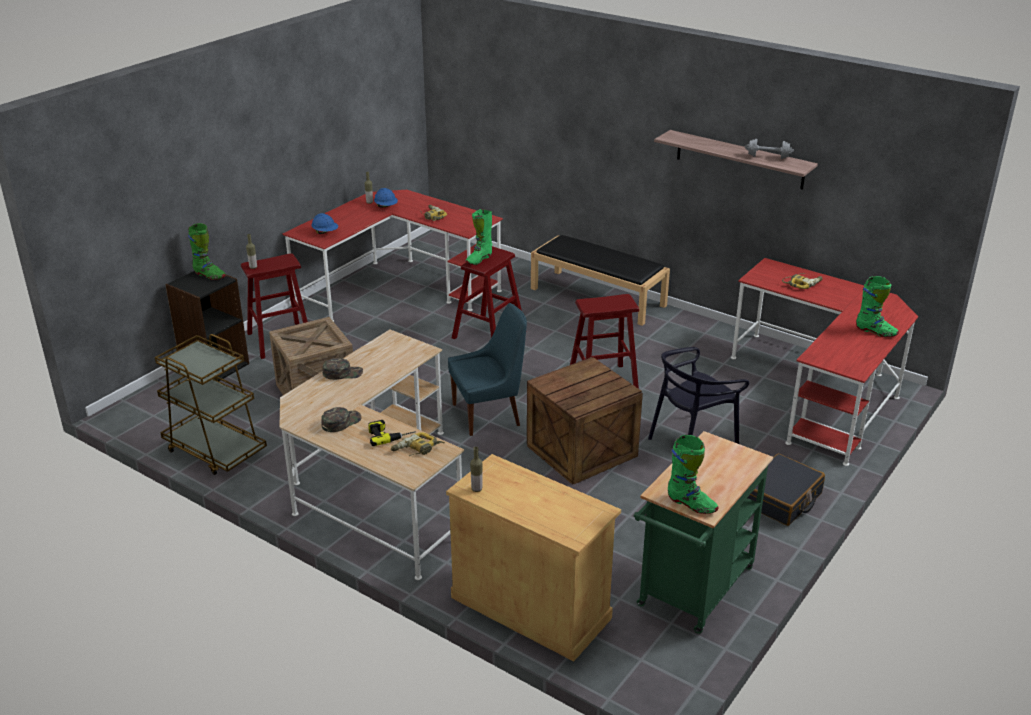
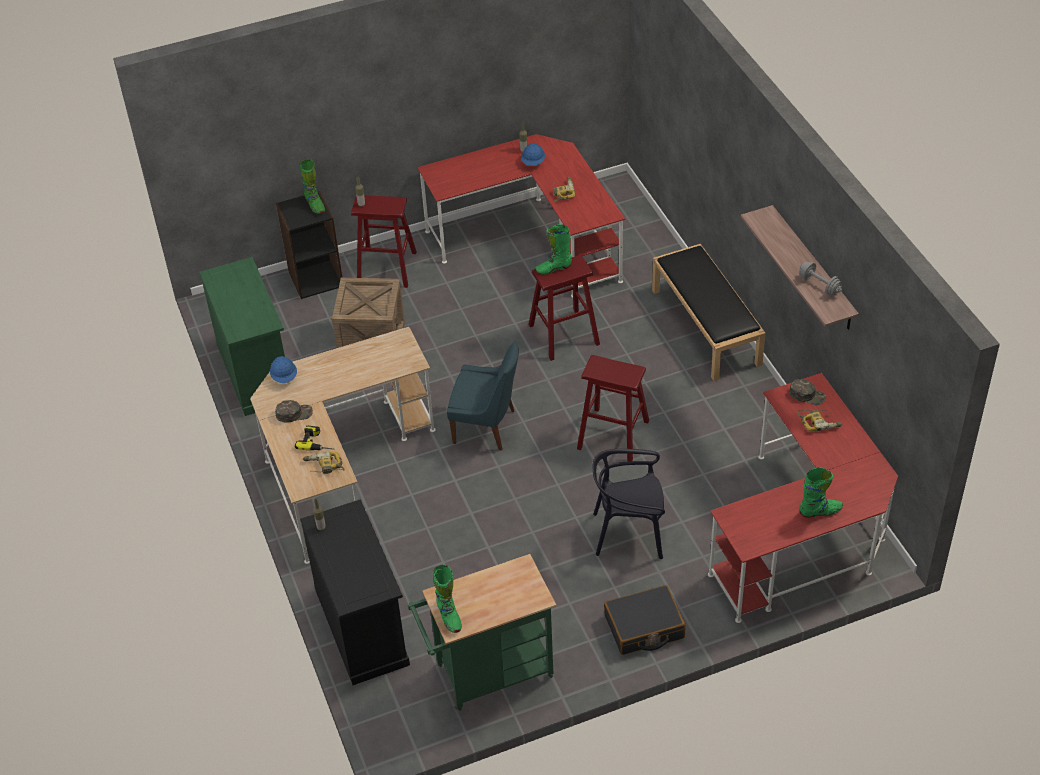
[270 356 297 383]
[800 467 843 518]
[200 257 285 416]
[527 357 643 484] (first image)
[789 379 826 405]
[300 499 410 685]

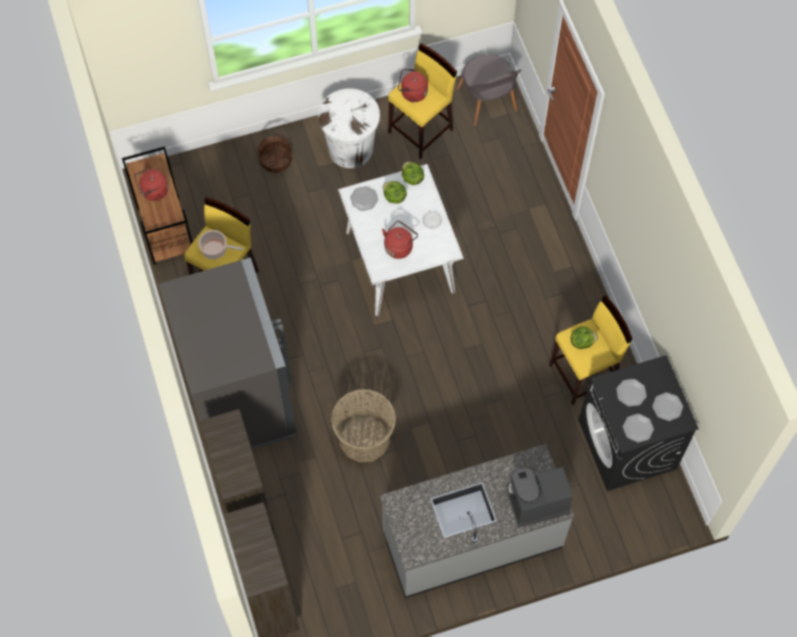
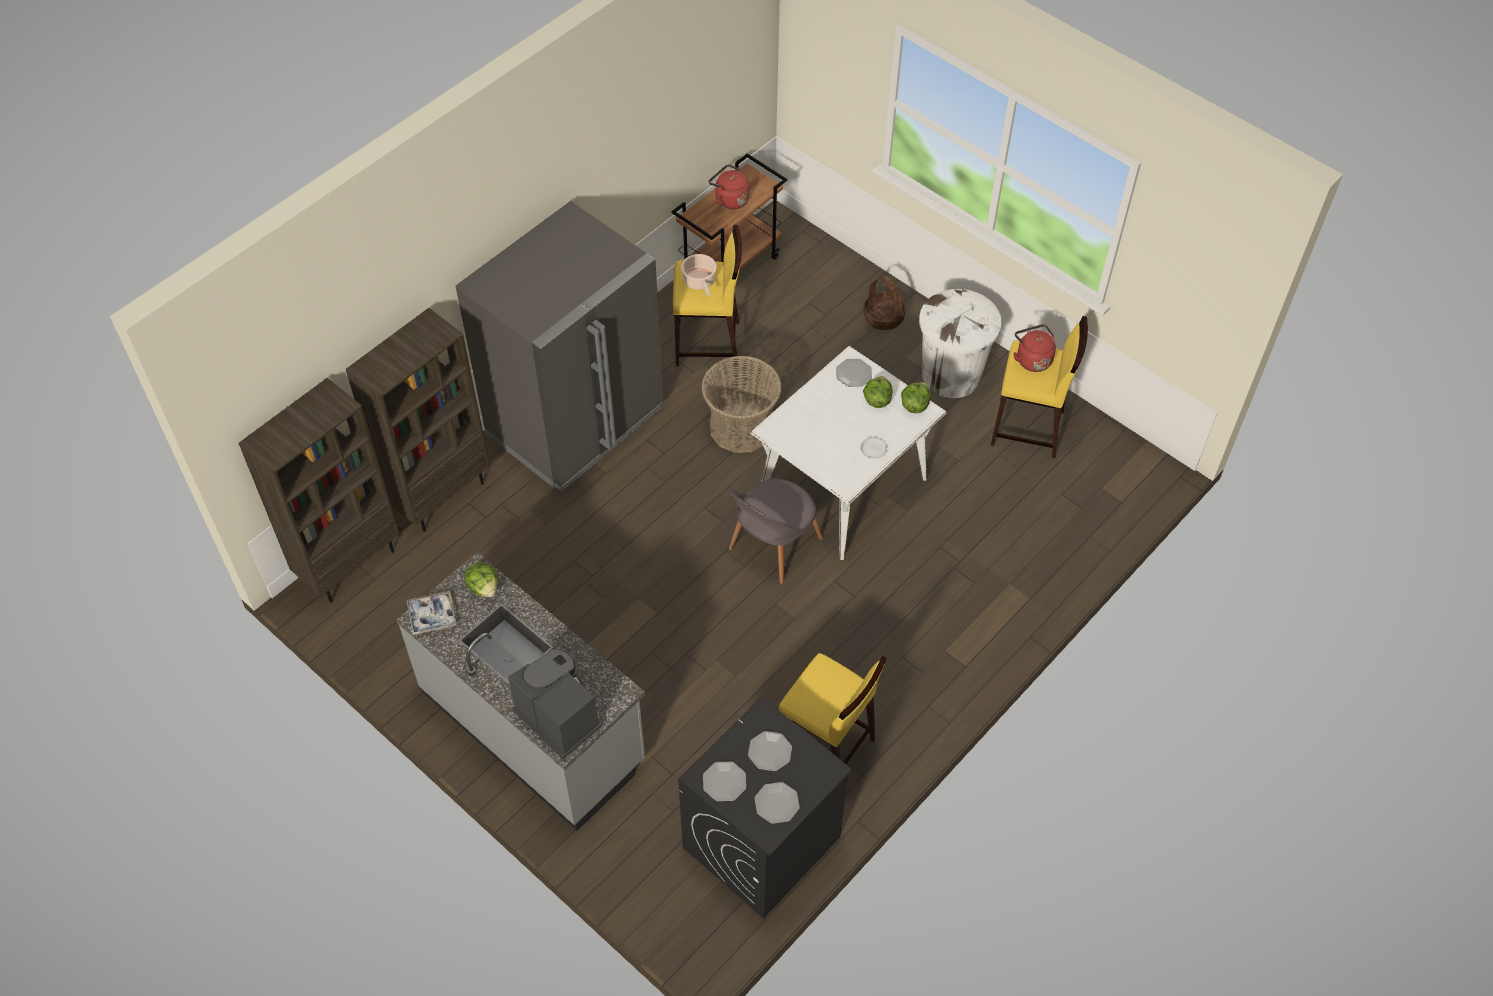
[729 479 823 584]
[382 221 418 259] (first image)
[465 562 498 597]
[701 356 782 453]
[407 591 456 635]

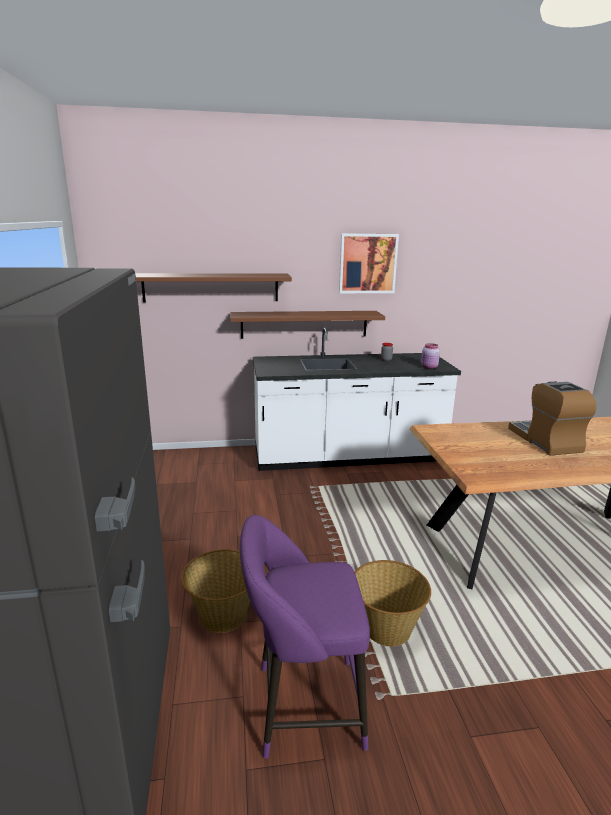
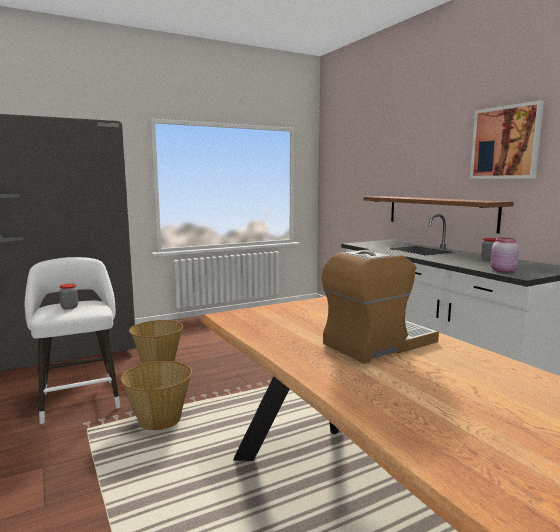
[135 273 292 302] (first image)
[25 257 120 425]
[59 284 78 309]

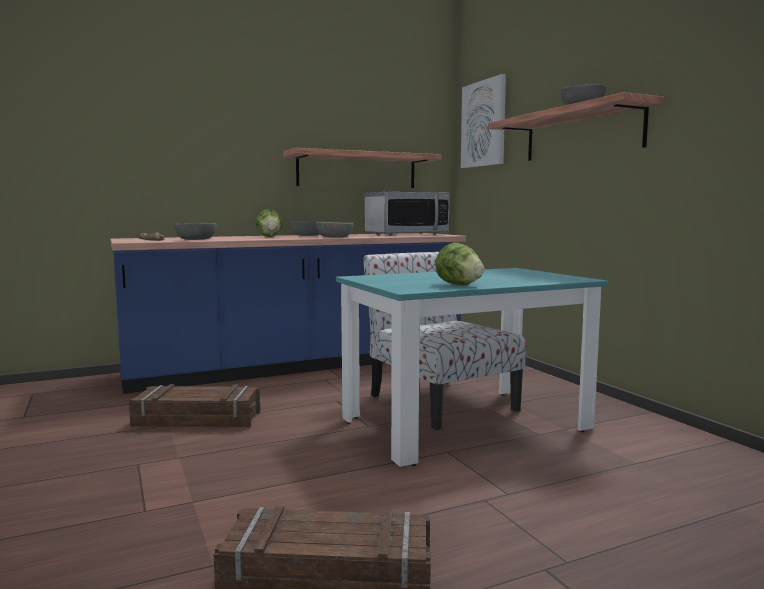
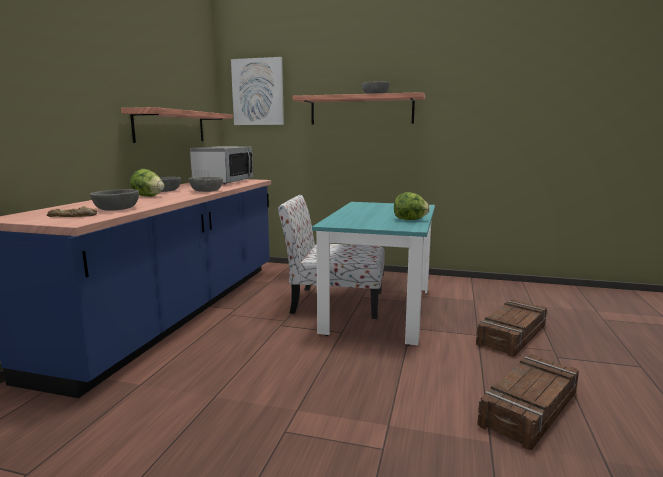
[476 300 547 357]

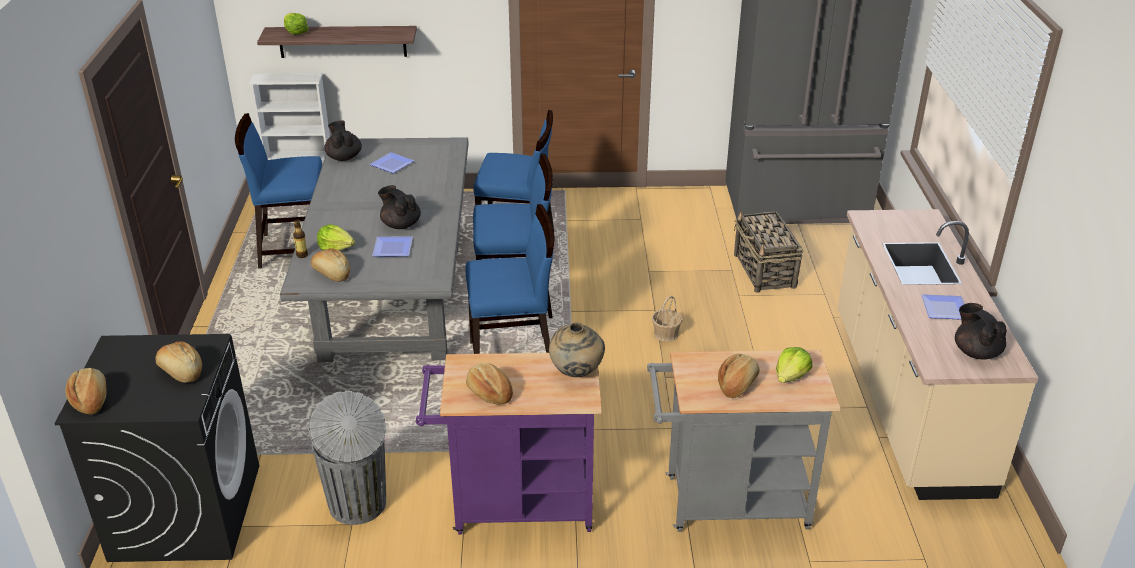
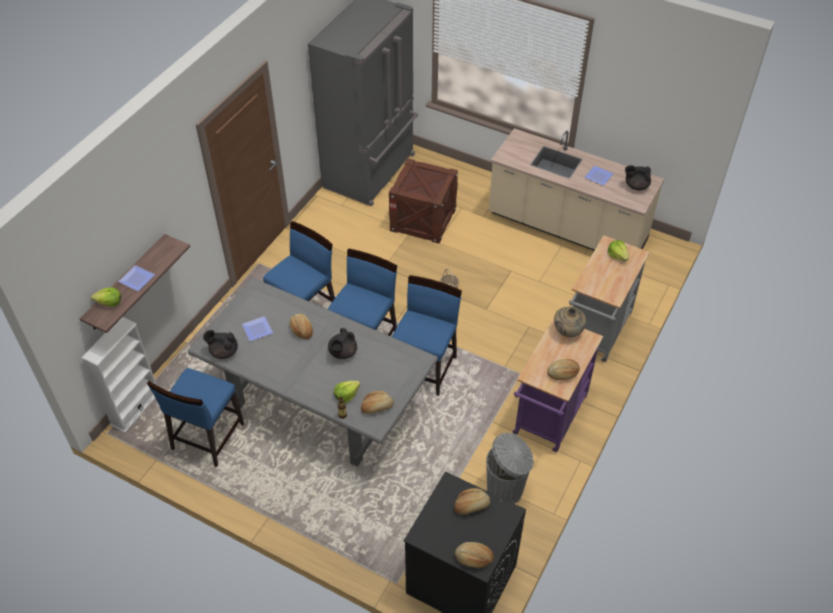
[328 328 357 359]
[389 158 458 244]
[118 265 155 291]
[289 314 313 339]

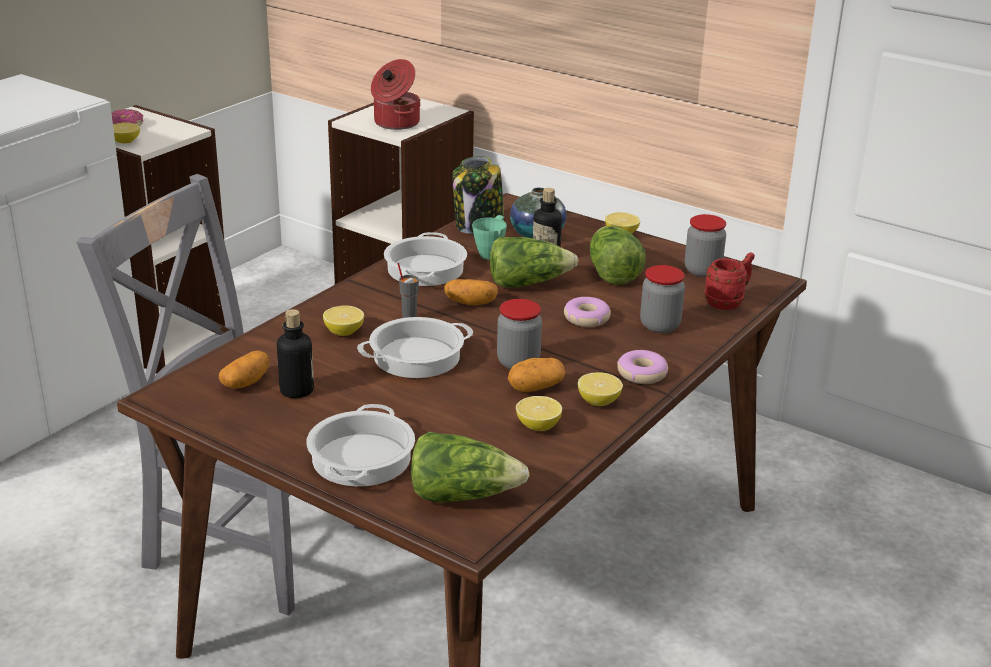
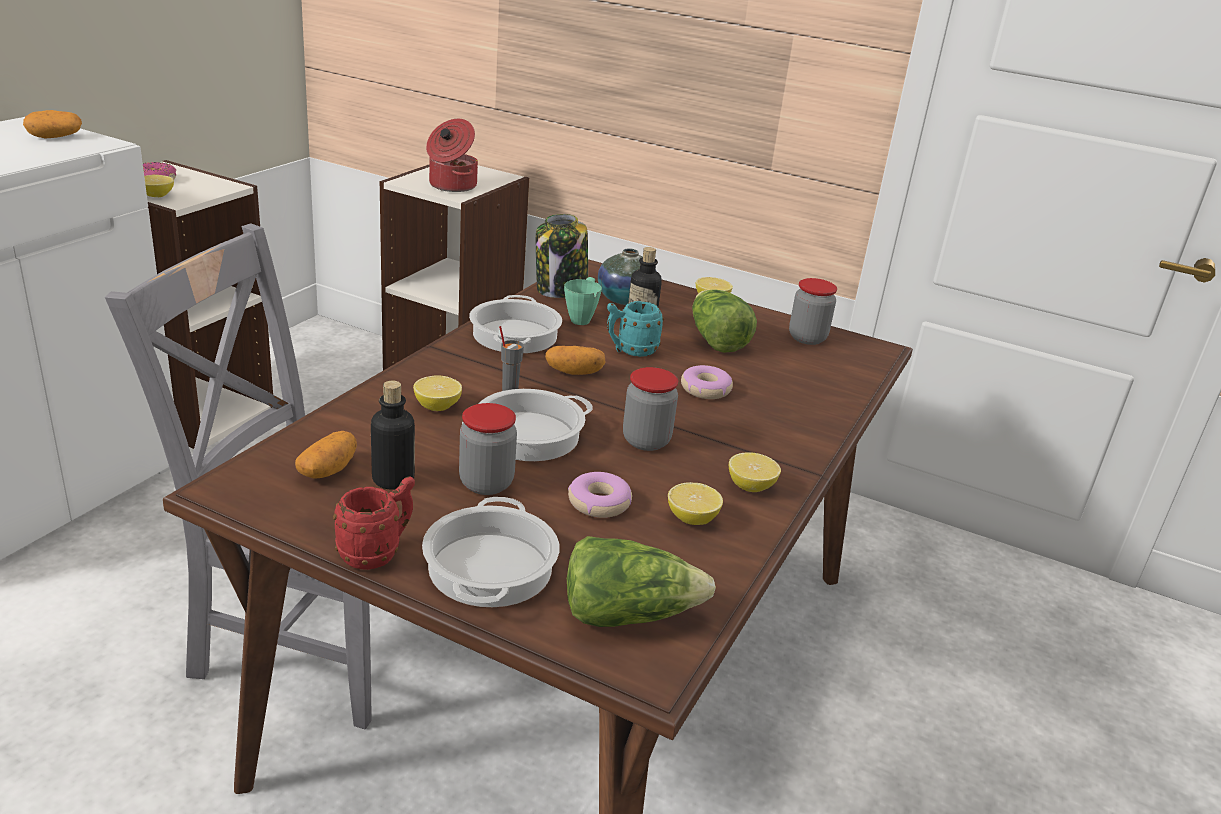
[607 301 664 357]
[333 476 415 570]
[459 403 517 495]
[568 472 632 518]
[23 110 82 139]

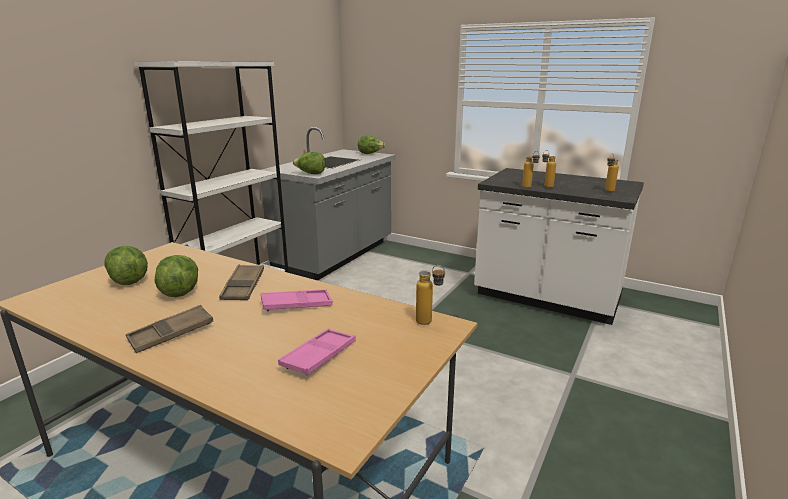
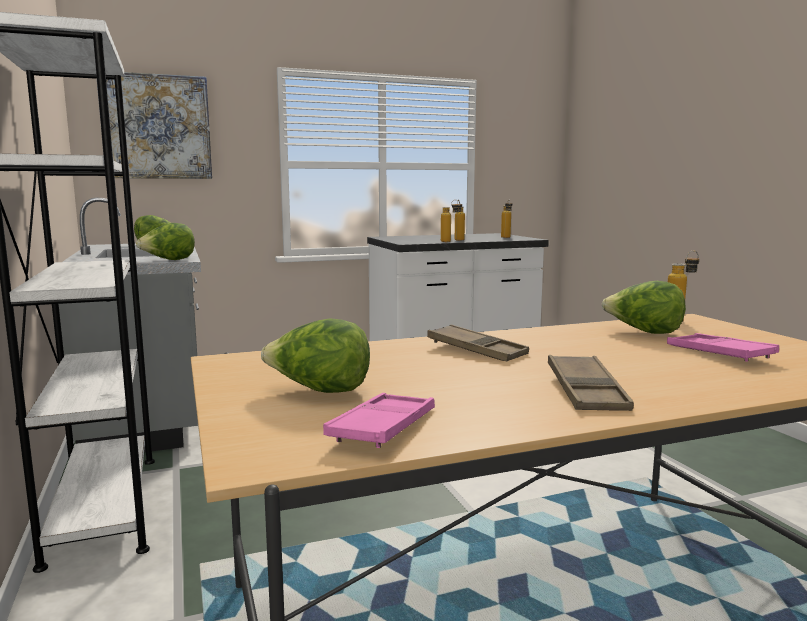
[602 281 686 334]
[323 393 435 448]
[97 72 212 179]

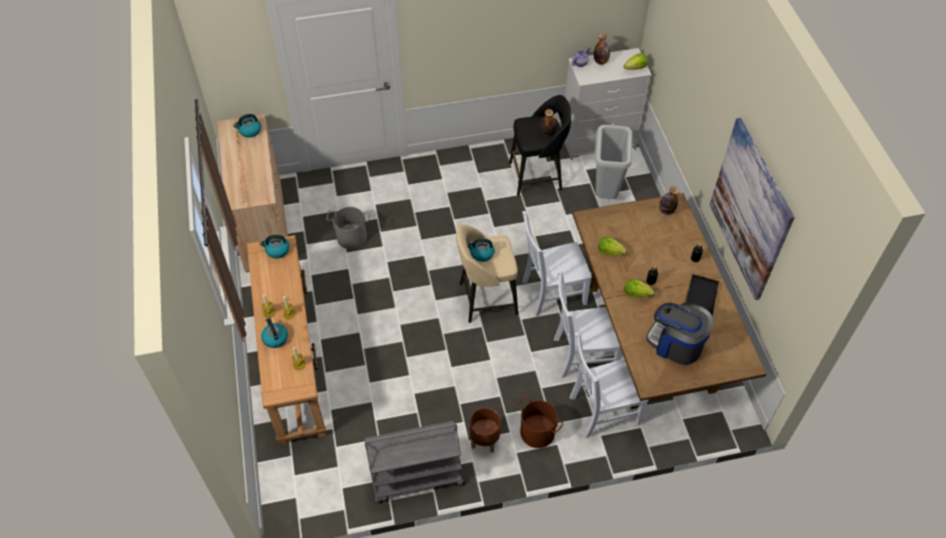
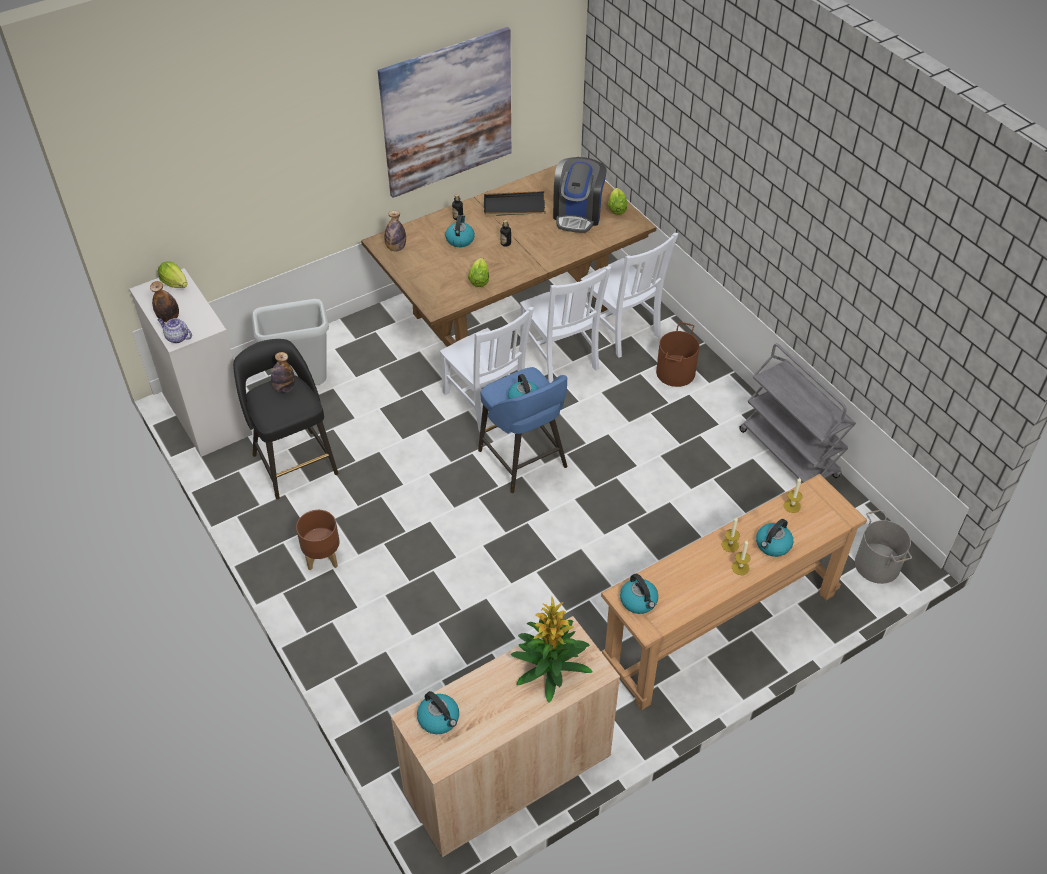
[855 510 912 584]
[478 367 567 493]
[608 188 627 215]
[296 510 340 570]
[445 215 475 247]
[510 597 592 702]

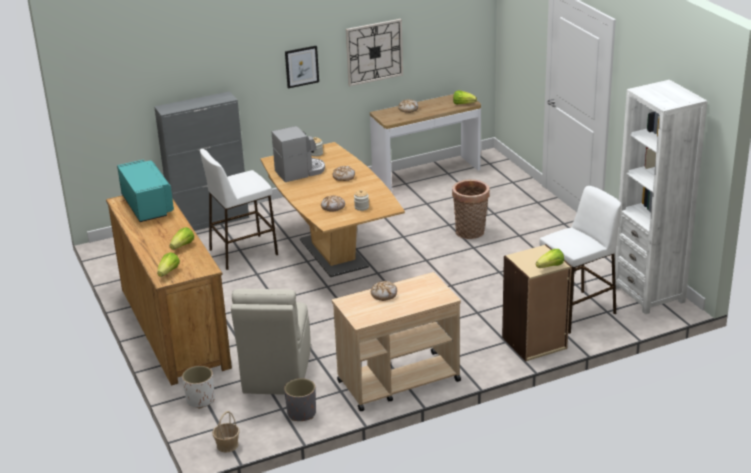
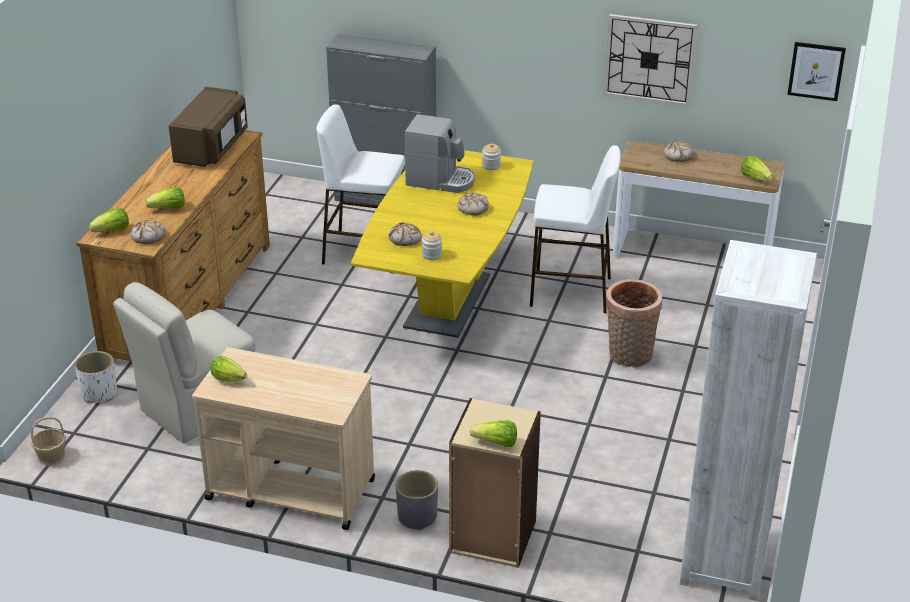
[787 42 846 101]
[351 150 534 338]
[169 87 248 167]
[530 145 621 313]
[131 220 166 244]
[396 470 438 530]
[211 356 247 382]

